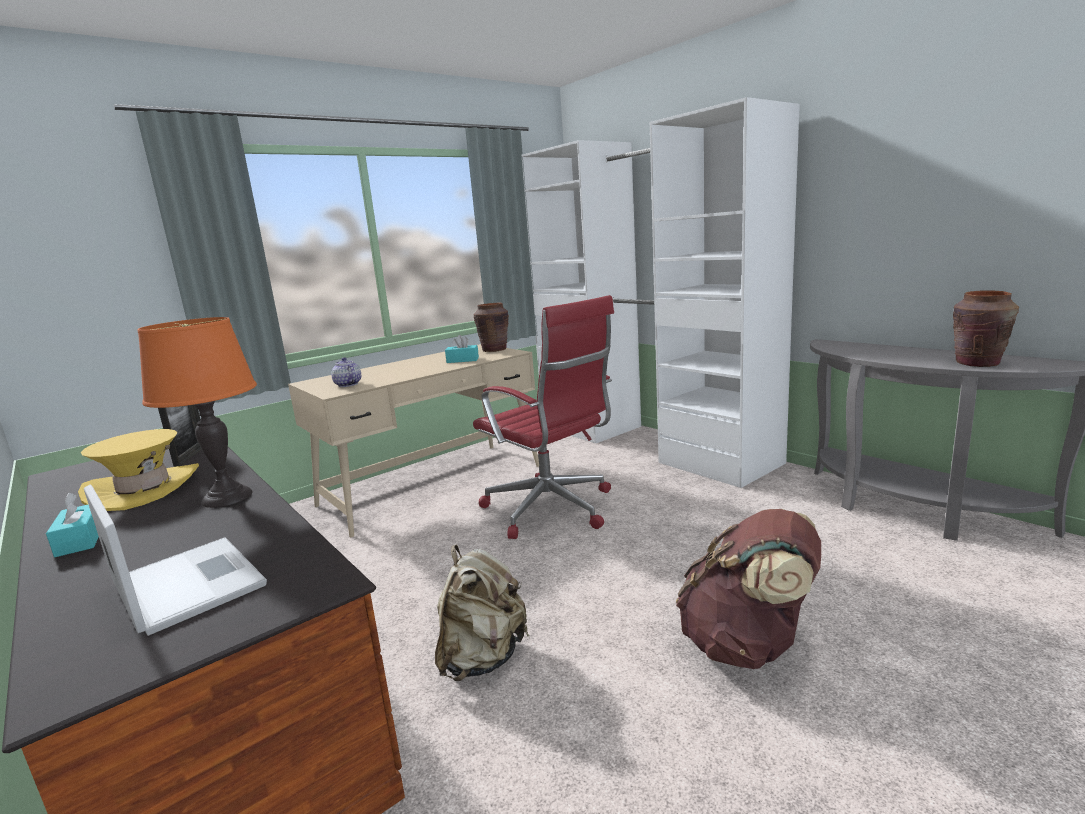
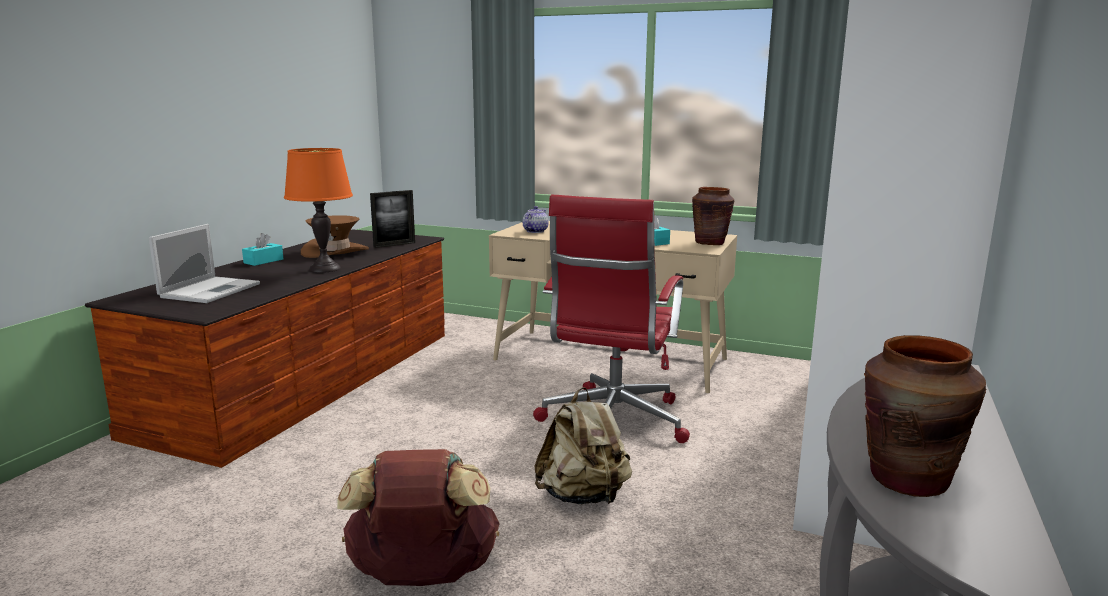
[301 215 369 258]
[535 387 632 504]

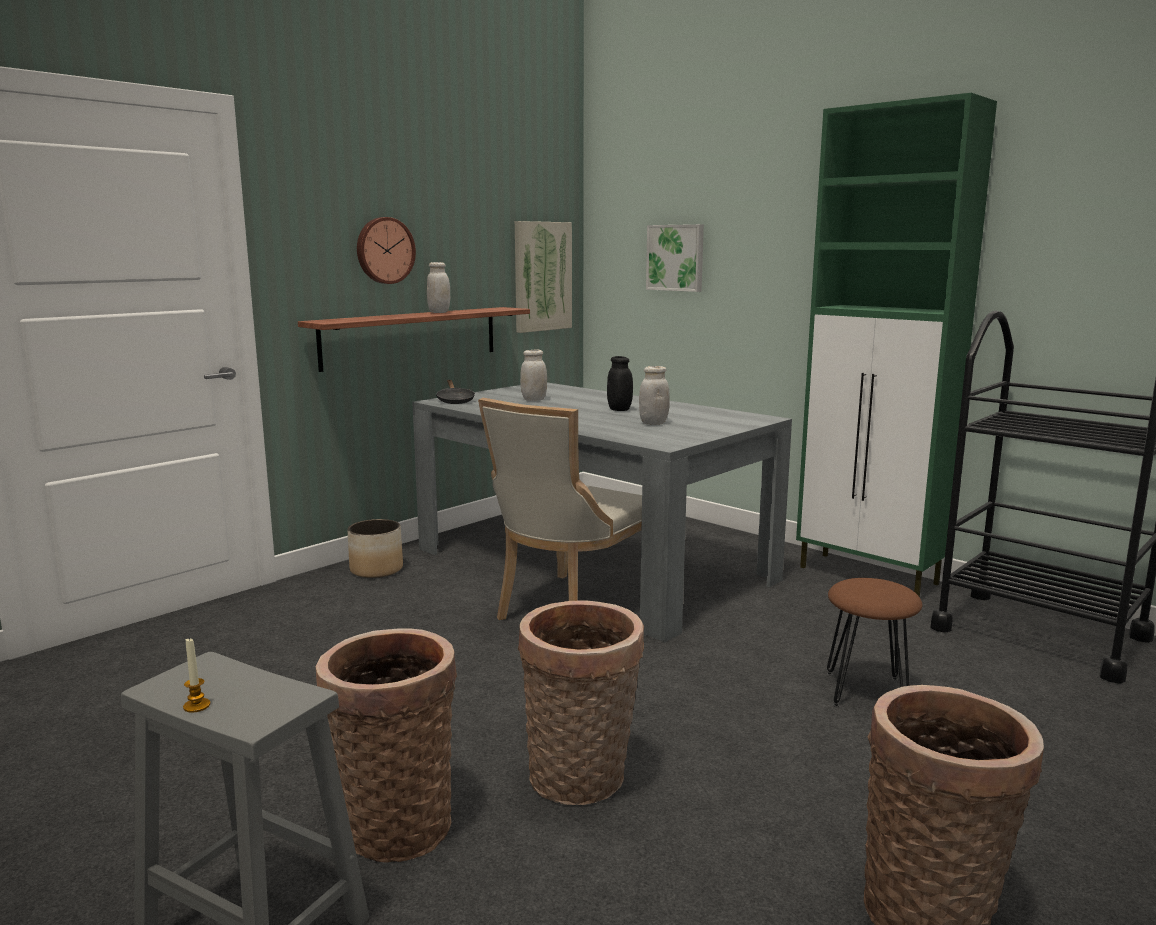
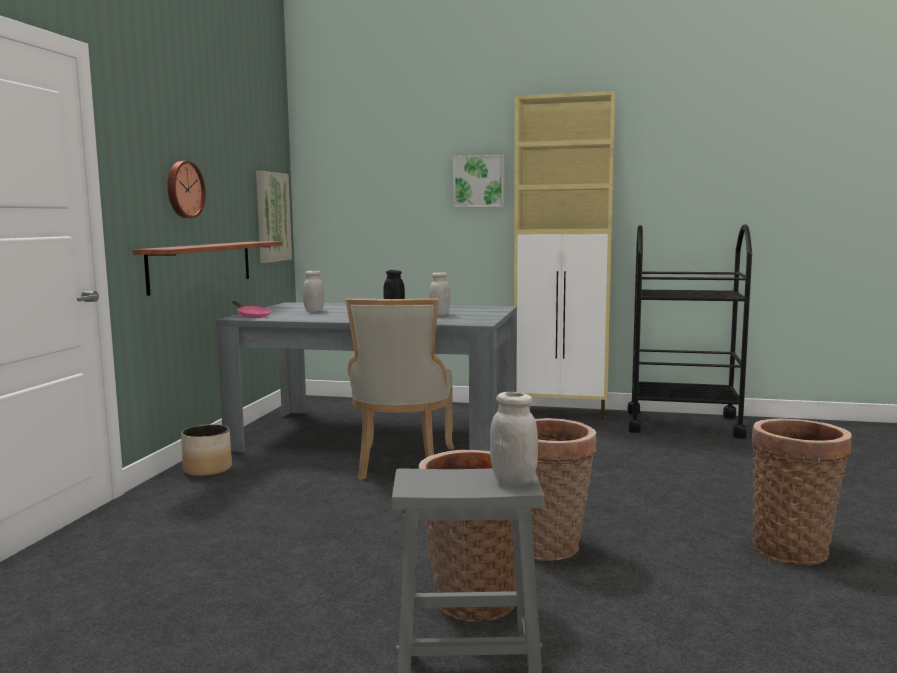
[514 91 615 420]
[453 155 504 207]
[490 392 538 486]
[232 301 271 318]
[826 578 922 707] (first image)
[183 638 211 713] (first image)

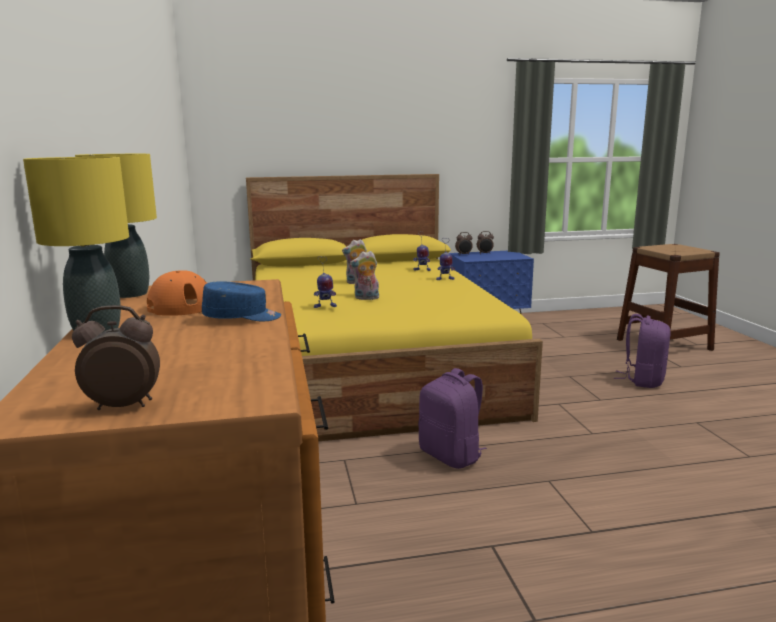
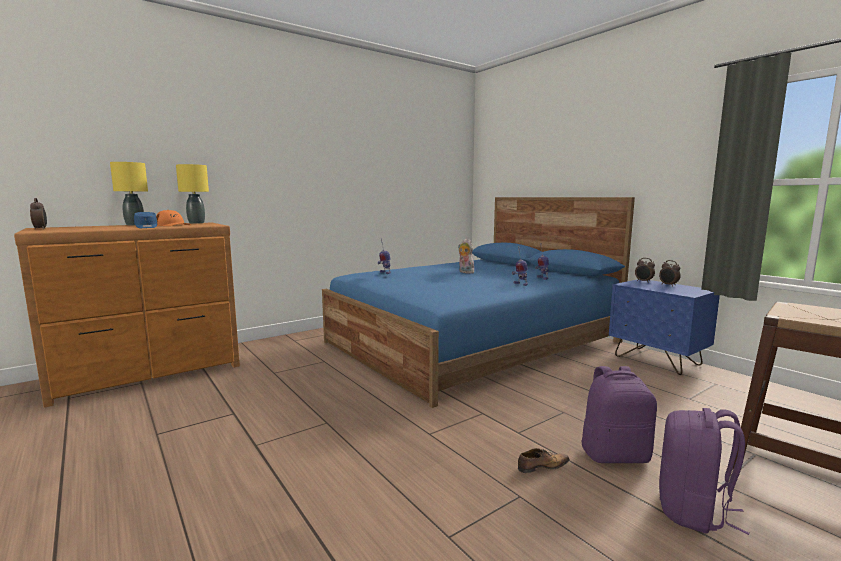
[322 197 635 408]
[350 251 379 300] (first image)
[659 408 750 535]
[518 448 570 473]

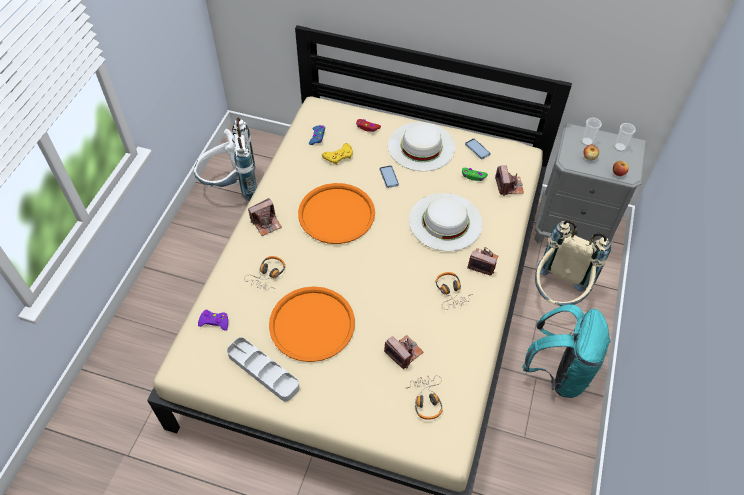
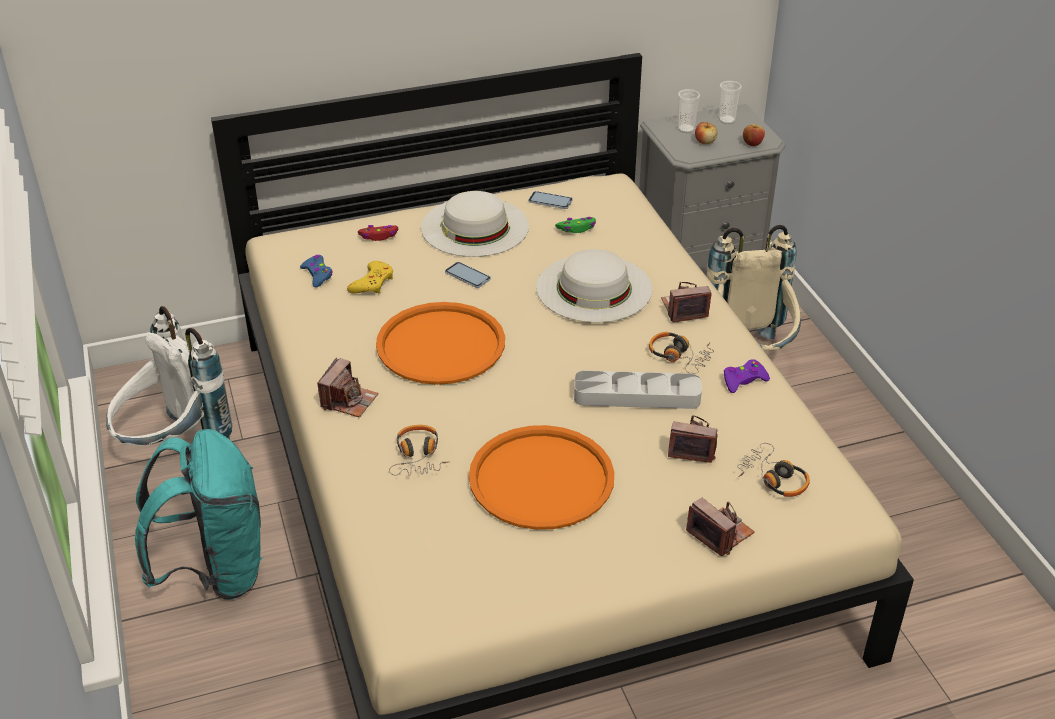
[686 498 755 556]
[135 429 263 600]
[723 359 770 393]
[574 370 702 409]

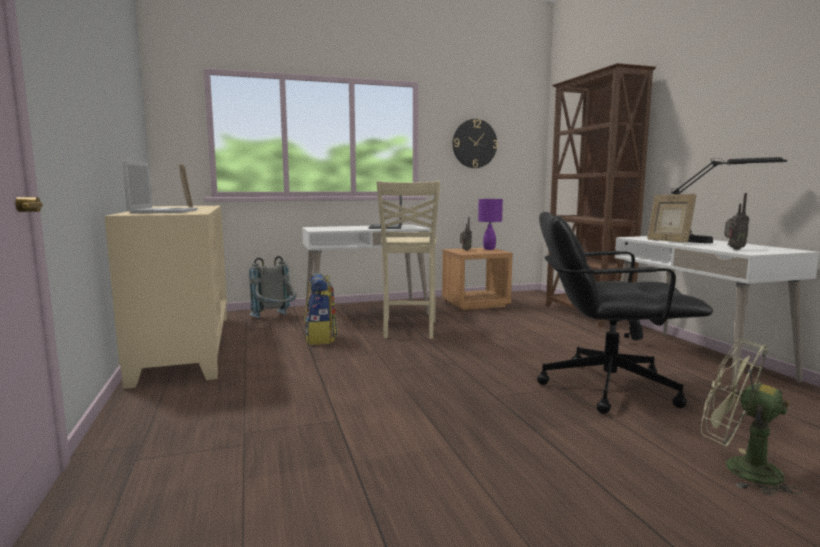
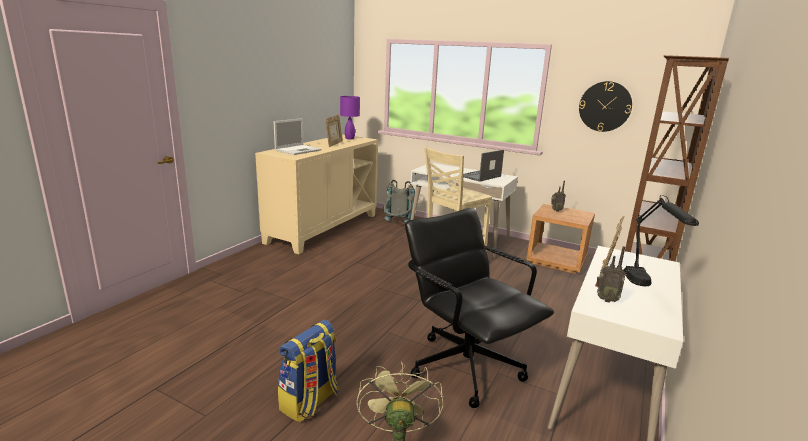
[340 96 360 139]
[278 320 338 422]

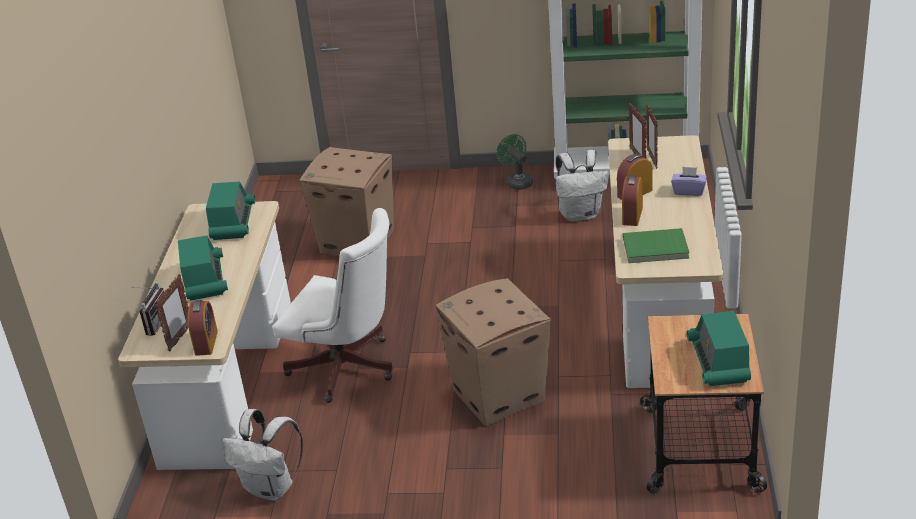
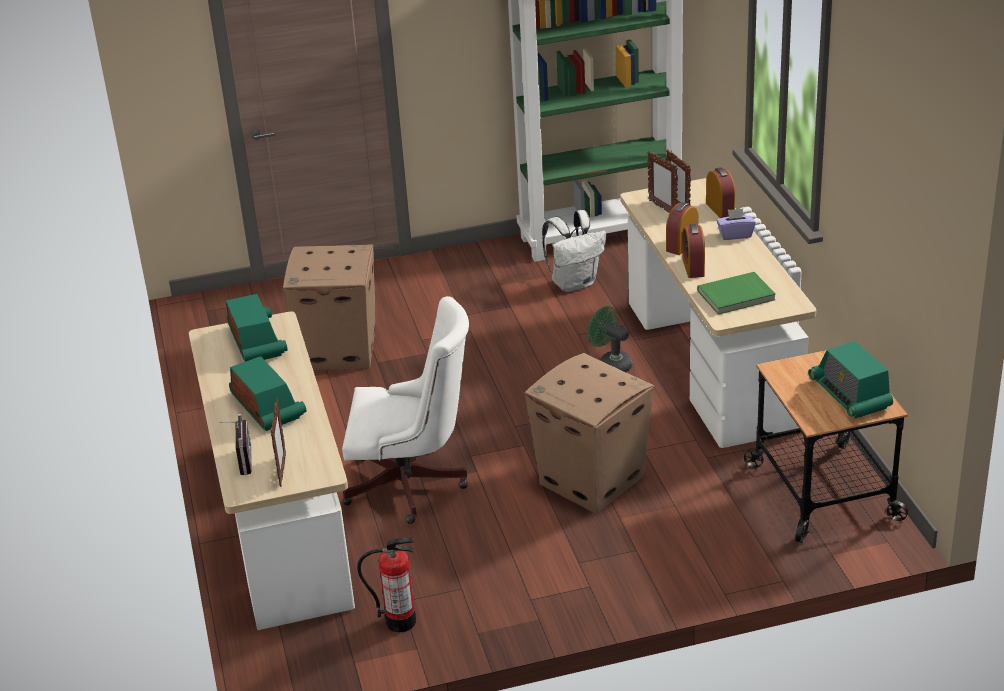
[588 306 633 372]
[706 167 735 218]
[357 537 416 632]

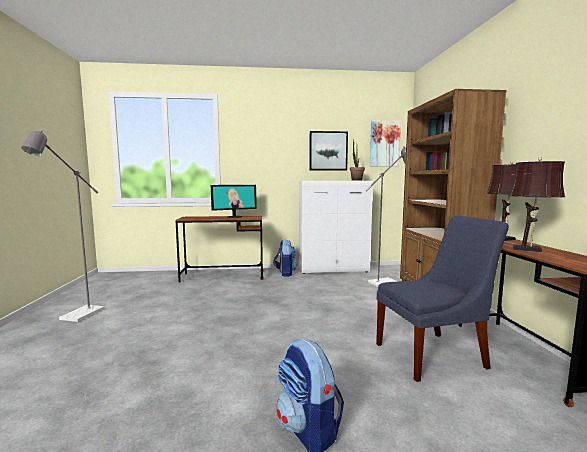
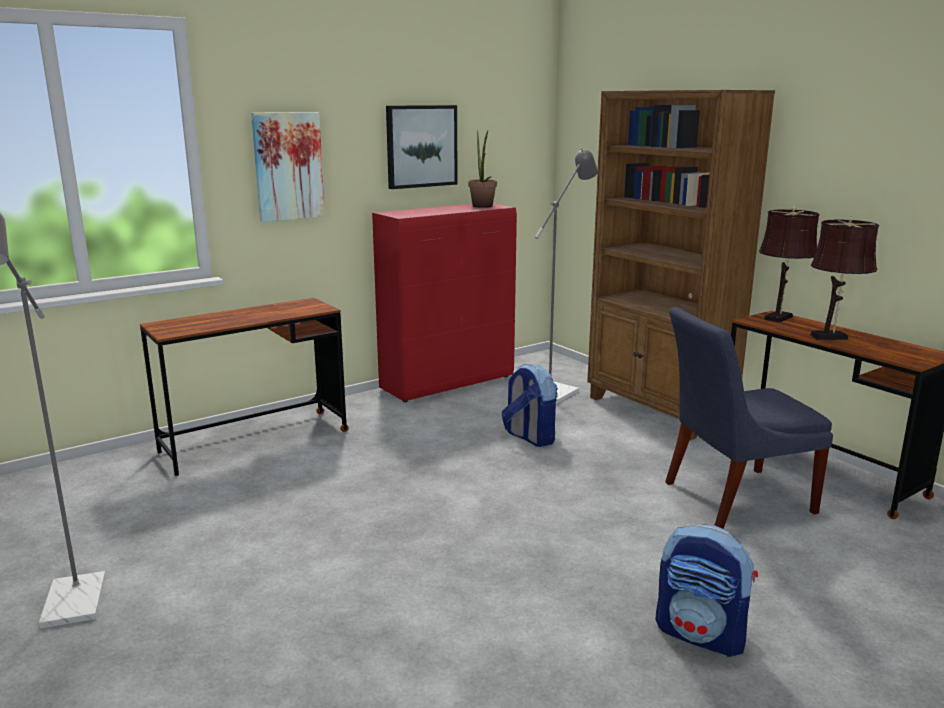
[251 112 325 222]
[372 204 517 402]
[210 185 257 218] (first image)
[665 307 833 529]
[501 364 558 447]

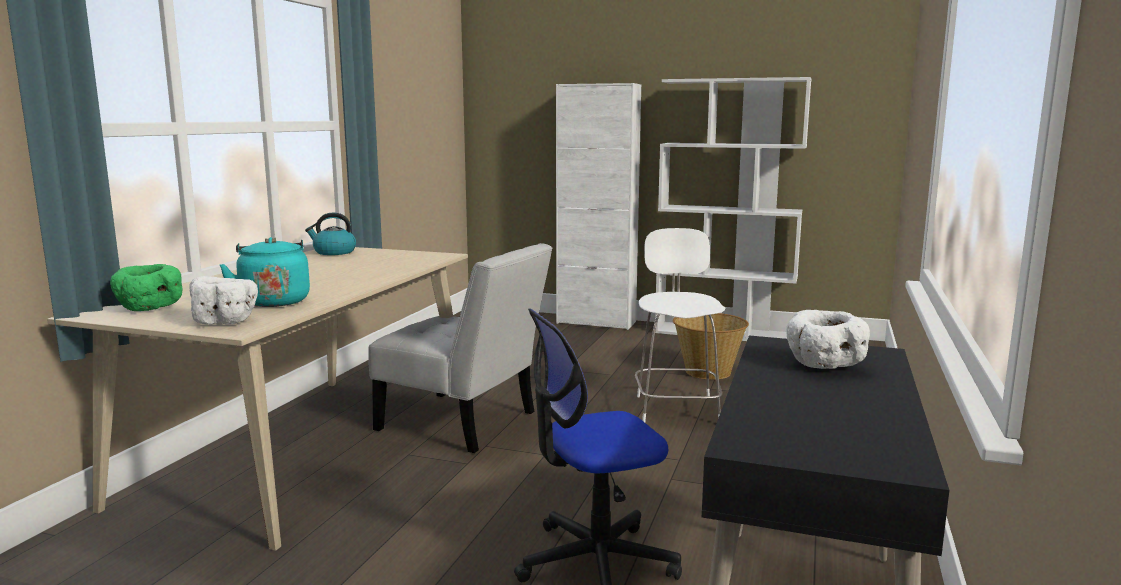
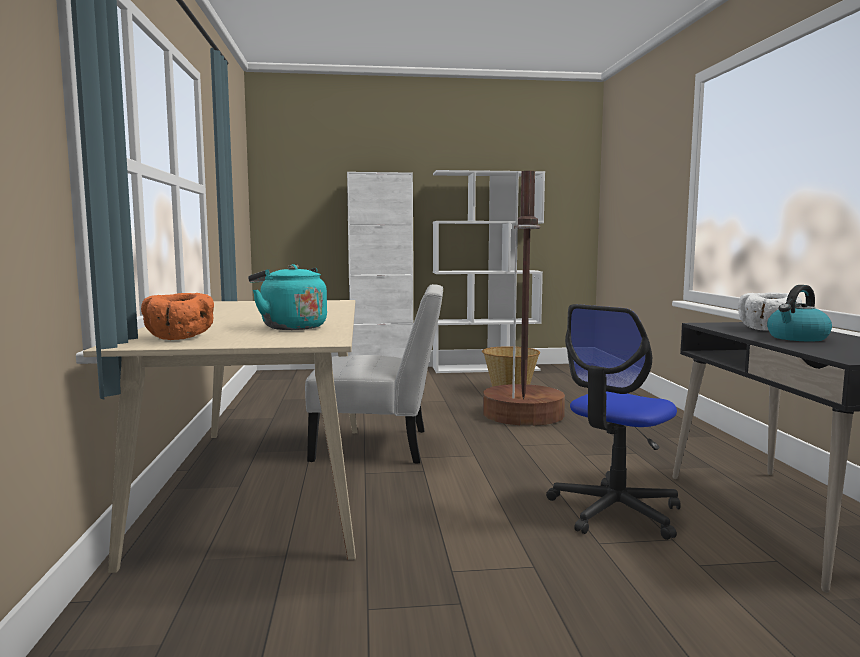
[767 285 832 342]
[483 171 565 426]
[141 293 214 340]
[189 276 258 325] (first image)

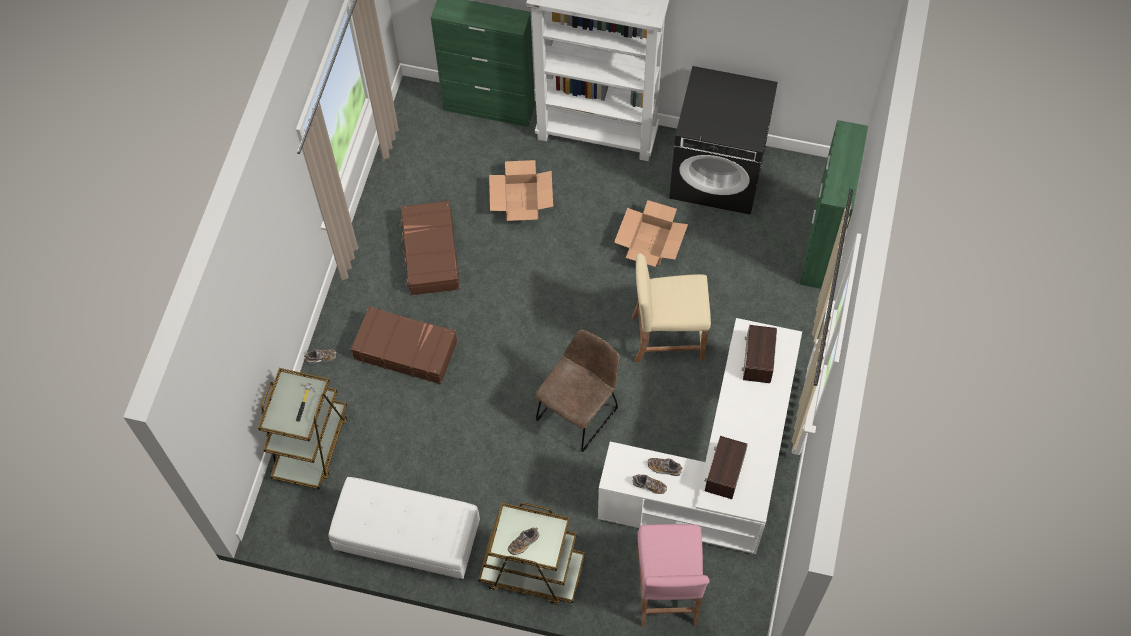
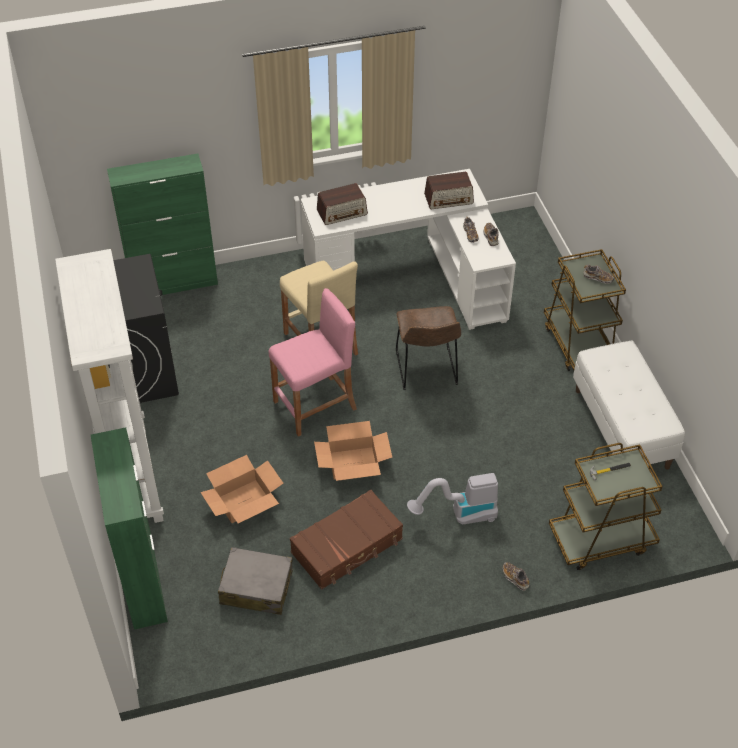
[314 421 392 481]
[407 473 498 524]
[396 306 461 390]
[269 288 357 437]
[218 547 293 615]

